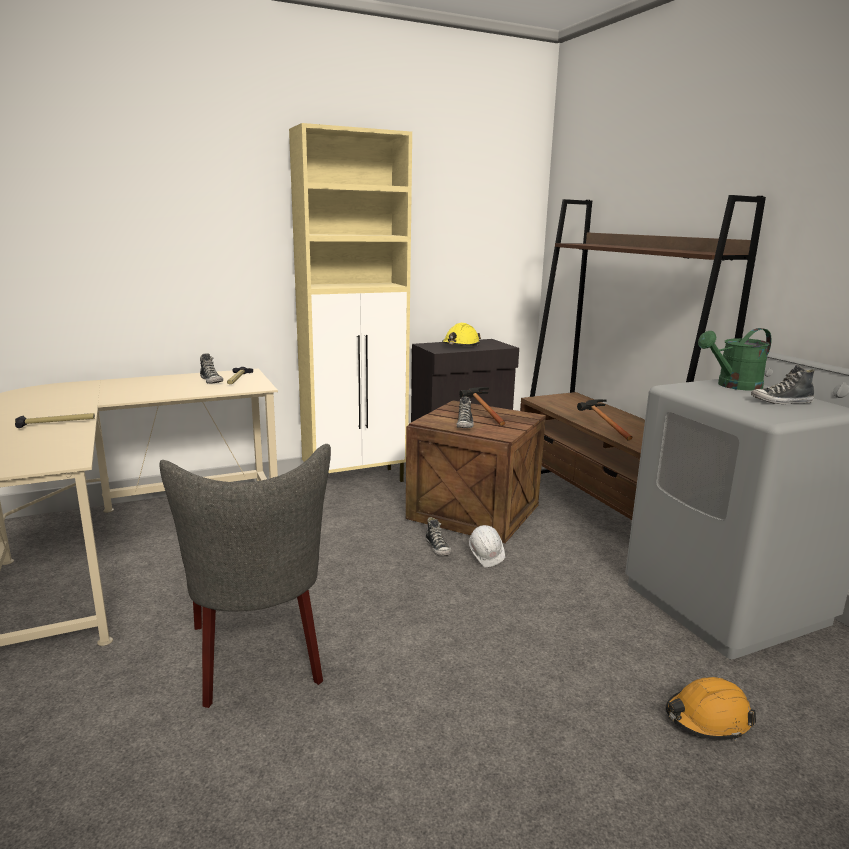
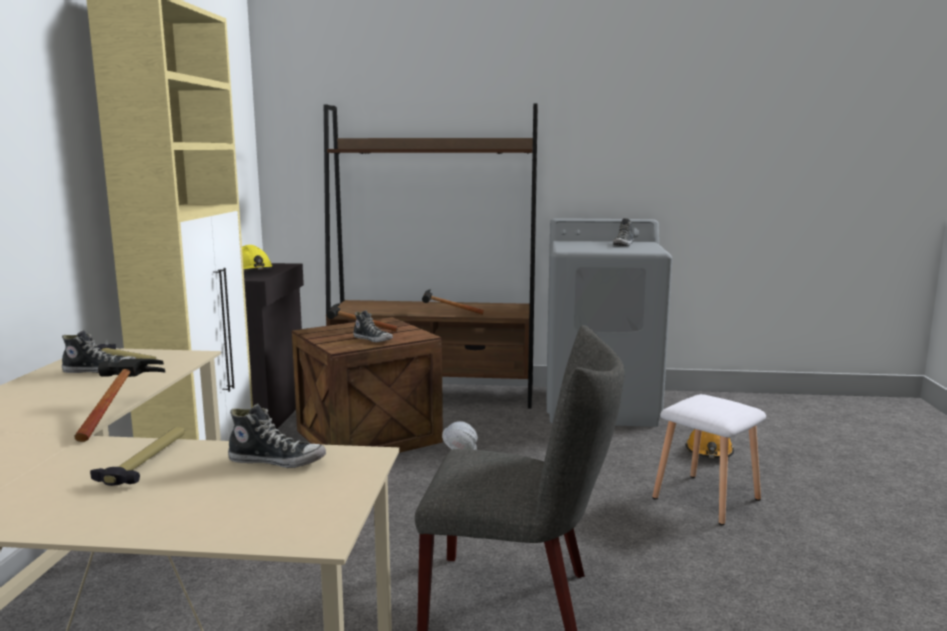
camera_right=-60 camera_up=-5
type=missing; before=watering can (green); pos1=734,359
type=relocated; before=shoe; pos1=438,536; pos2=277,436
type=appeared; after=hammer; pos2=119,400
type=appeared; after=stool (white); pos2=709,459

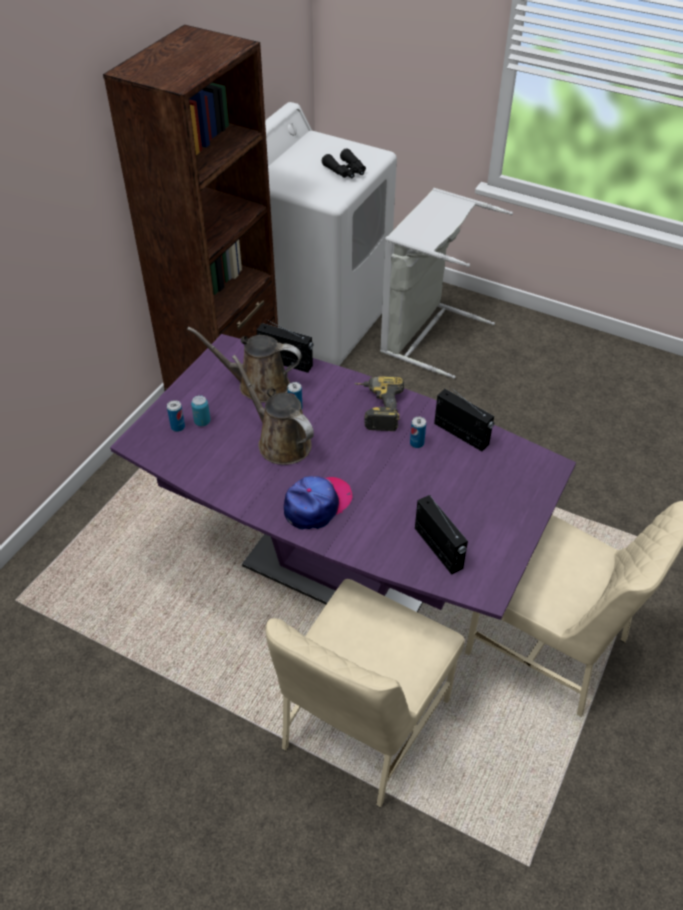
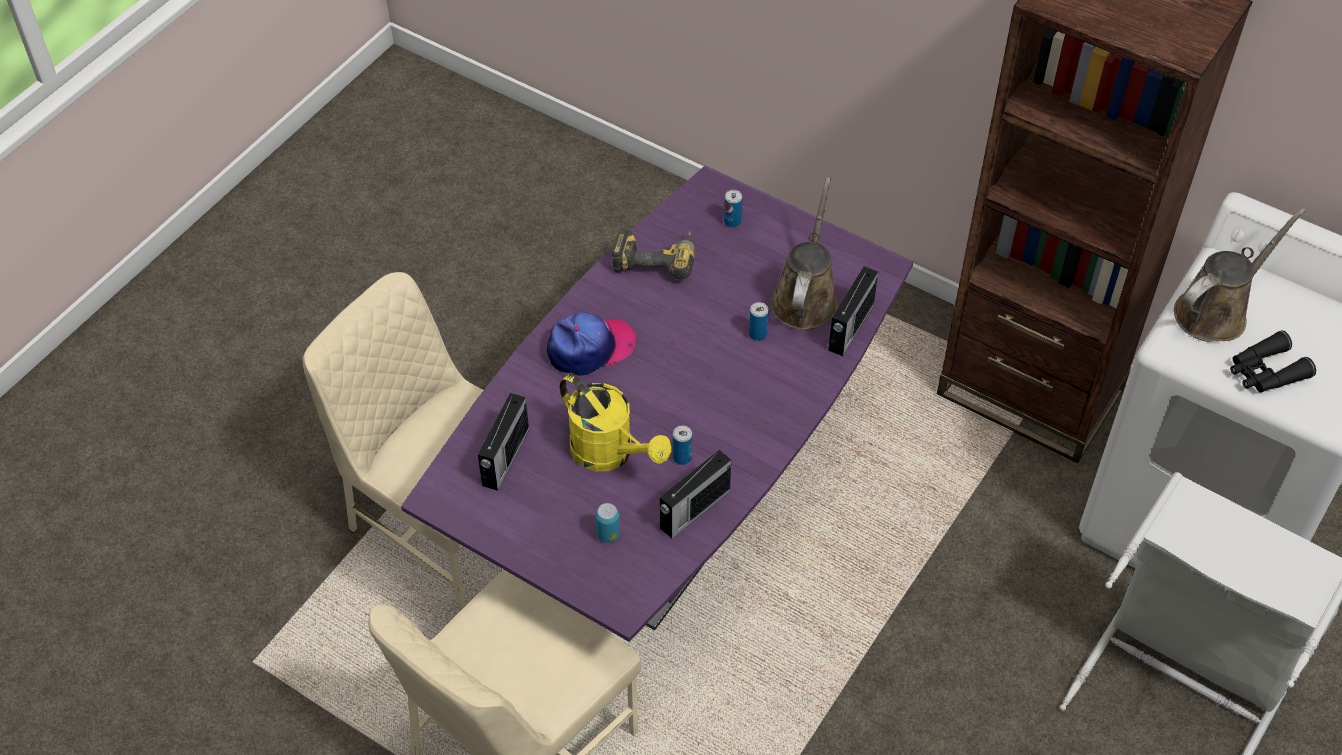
camera_right=95 camera_up=5
type=relocated; before=watering can (brown); pos1=273,410; pos2=1240,275
type=relocated; before=power drill; pos1=379,403; pos2=653,253
type=relocated; before=can; pos1=201,410; pos2=608,523
type=spun; before=cap; pos1=318,502; pos2=591,344; turn=-75
type=spun; before=radio; pos1=441,535; pos2=503,442; turn=-45
type=appeared; after=watering can (yellow); pos2=615,422

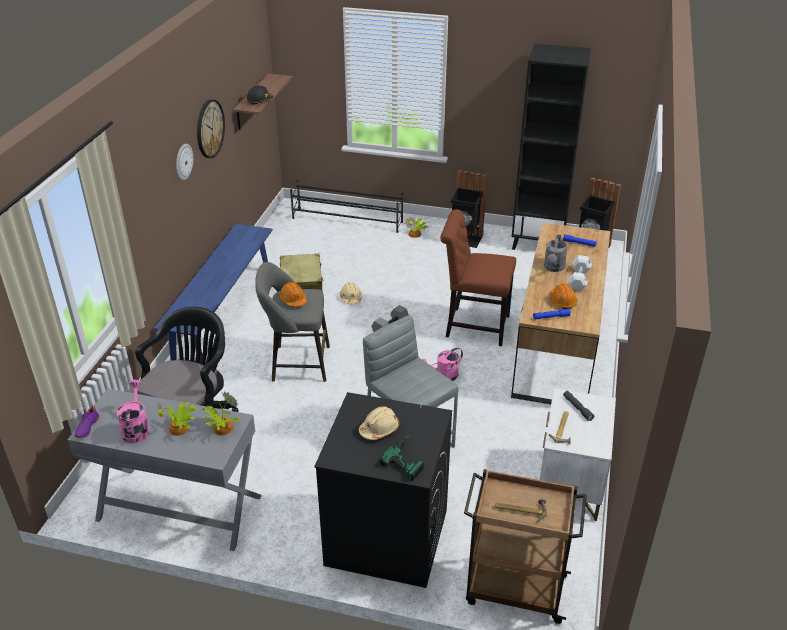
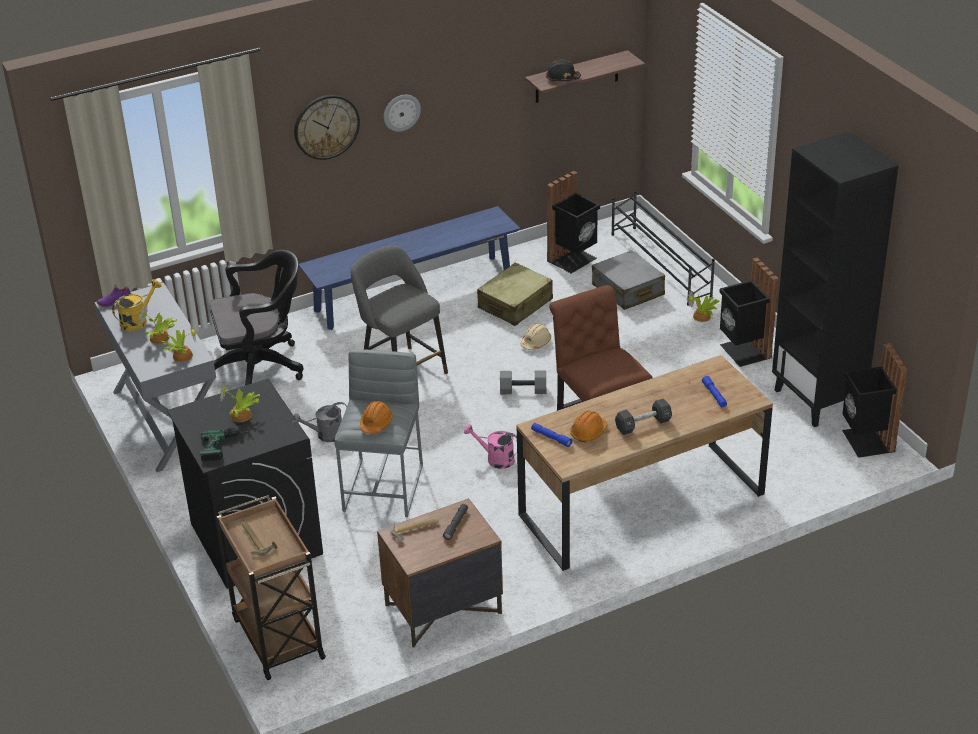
camera_right=50 camera_up=0
type=relocated; before=wall clock; pos1=211,128; pos2=327,127
type=relocated; before=watering can (grey); pos1=555,253; pos2=320,422
type=colour; before=dumbbell (white); after=dumbbell (black); pos1=580,273; pos2=643,416
type=relocated; before=hard hat (orange); pos1=293,294; pos2=376,417
type=colour; before=watering can (pink); after=watering can (yellow); pos1=133,411; pos2=137,305
type=colour; before=nightstand (white); after=nightstand (brown); pos1=578,454; pos2=440,573
type=exchanged; before=hard hat (beige); after=potted plant; pos1=379,423; pos2=240,401
type=appeared; after=trash can (black); pos2=573,222
type=appeared; after=suitcase (grey); pos2=628,280

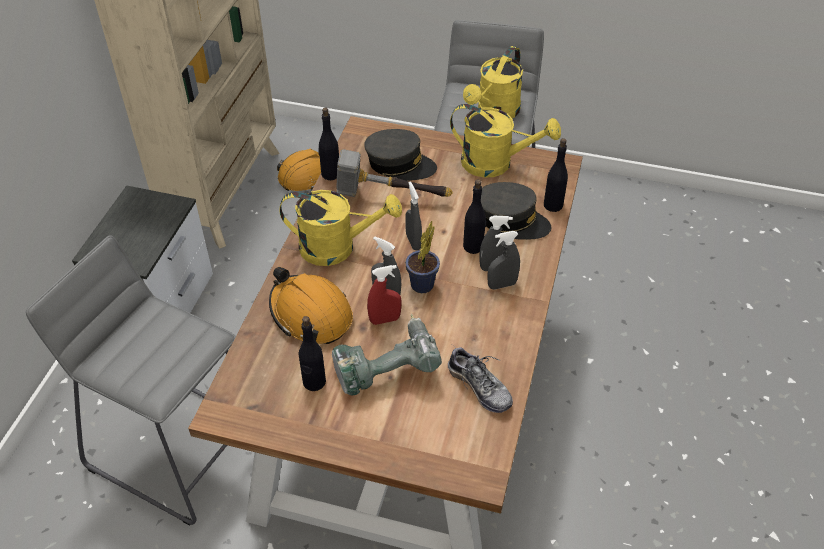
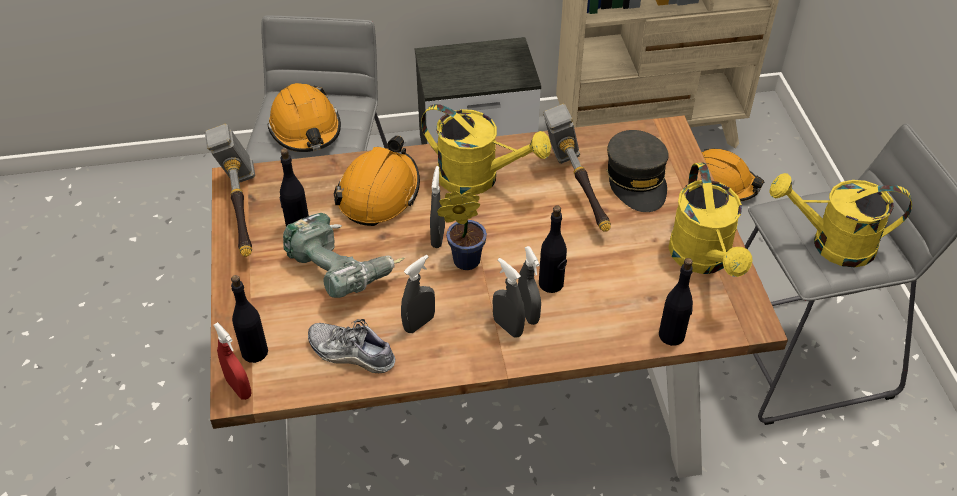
camera_right=65 camera_up=0
type=relocated; before=bottle (black); pos1=328,144; pos2=249,319
type=relocated; before=spray bottle (grey); pos1=413,216; pos2=418,294
type=missing; before=cap (grey); pos1=516,211
type=spun; before=watering can (yellow); pos1=340,228; pos2=486,149; turn=-45
type=relocated; before=spray bottle (red); pos1=384,295; pos2=232,361
type=spun; before=shoe; pos1=480,379; pos2=351,346; turn=90
type=appeared; after=hard hat (orange); pos2=304,117
type=appeared; after=hammer; pos2=230,190

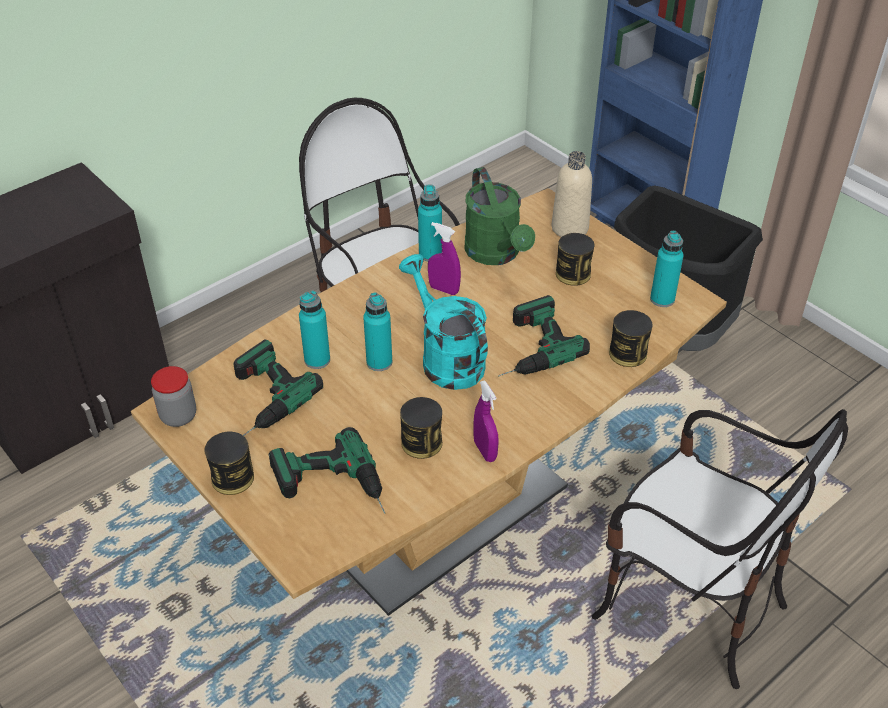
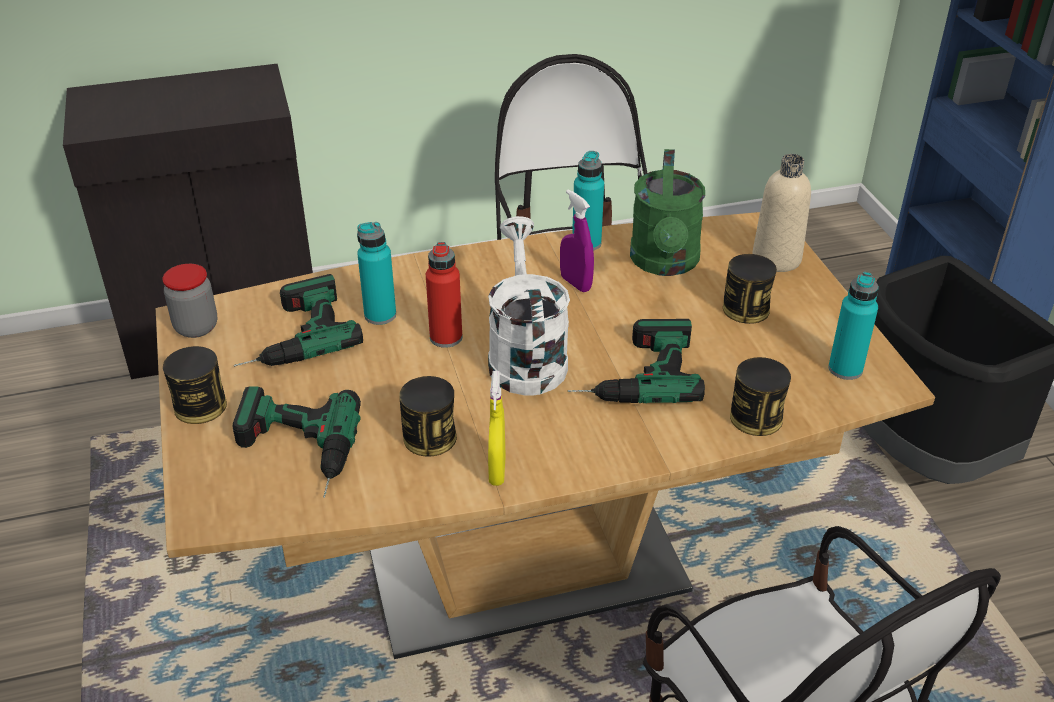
camera_right=25 camera_up=-5
type=colour; before=watering can (turquoise); after=watering can (white); pos1=443,322; pos2=529,306
type=colour; before=bottle (turquoise); after=bottle (red); pos1=377,331; pos2=444,295
type=colour; before=spray bottle (purple); after=spray bottle (yellow); pos1=486,421; pos2=497,428

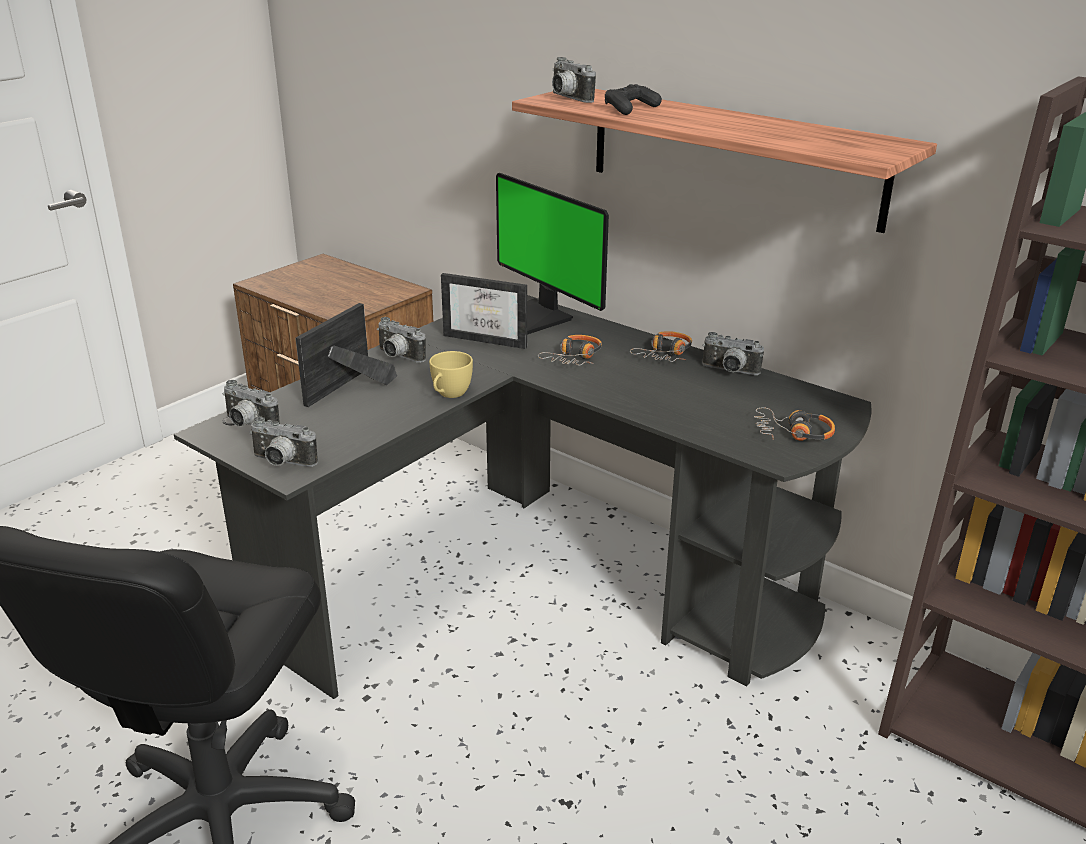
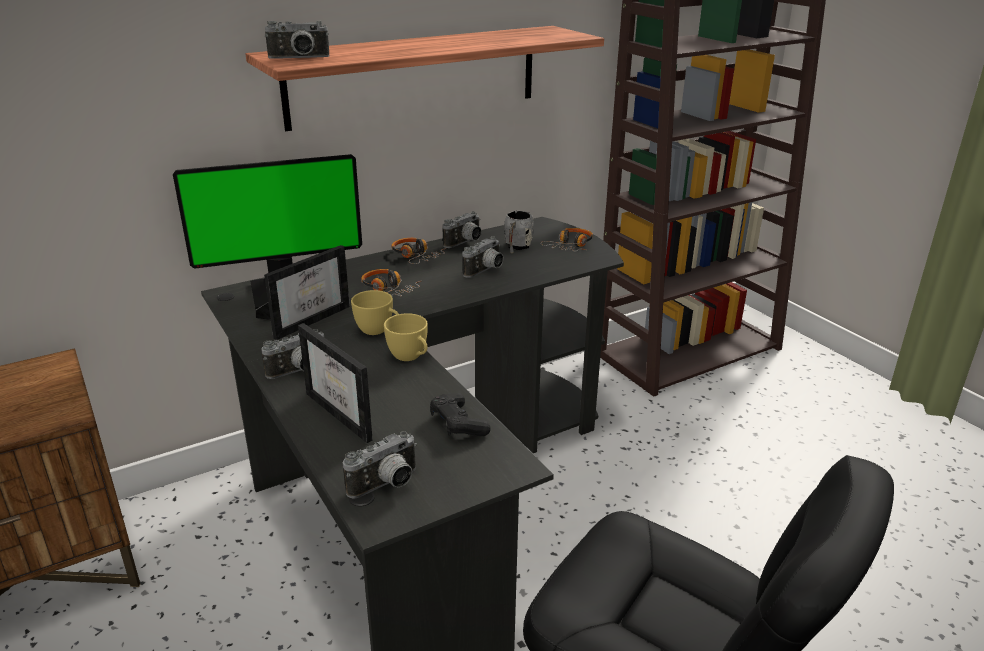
camera_right=-70 camera_up=0
type=relocated; before=game controller (black); pos1=633,99; pos2=460,414
type=relocated; before=photo camera; pos1=283,442; pos2=483,257
type=appeared; after=mug (grey); pos2=519,232
type=appeared; after=cup (yellow); pos2=375,312

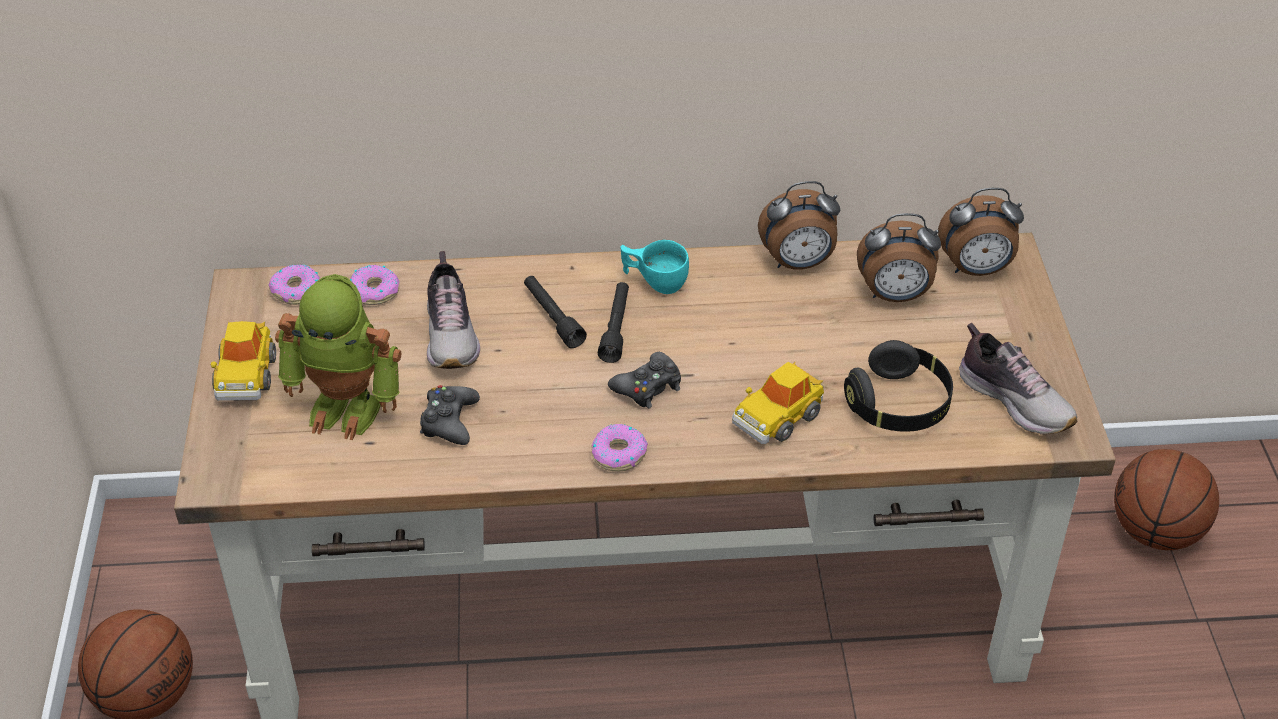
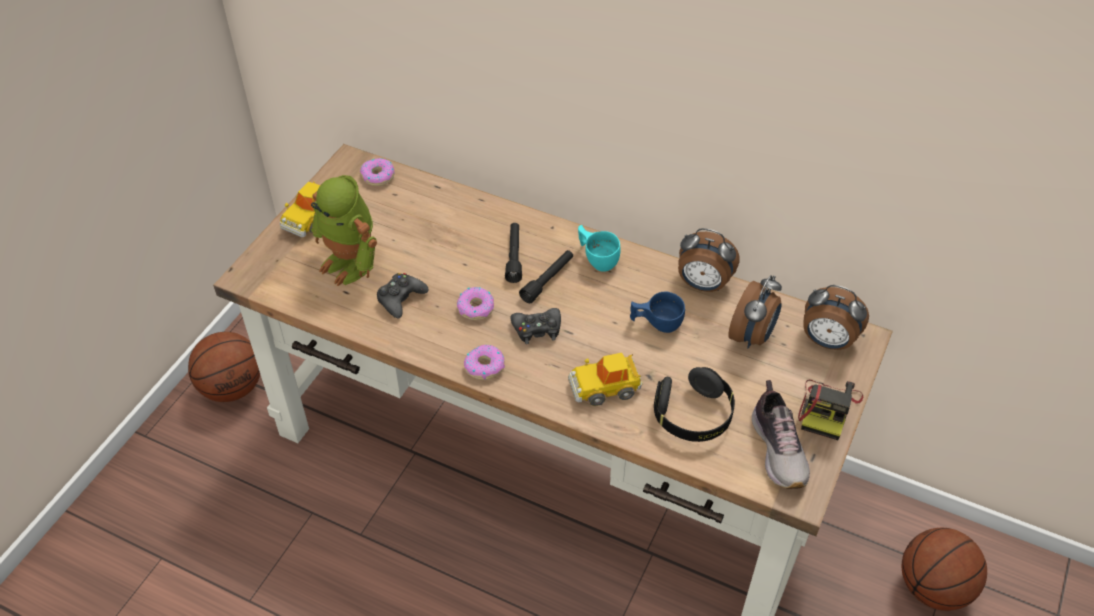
camera_right=30 camera_up=5
type=spun; before=alarm clock; pos1=899,257; pos2=755,312; turn=-90
type=missing; before=shoe; pos1=453,310
type=relocated; before=donut; pos1=375,285; pos2=475,303
type=appeared; after=cup (blue); pos2=657,312
type=appeared; after=photo camera; pos2=830,410

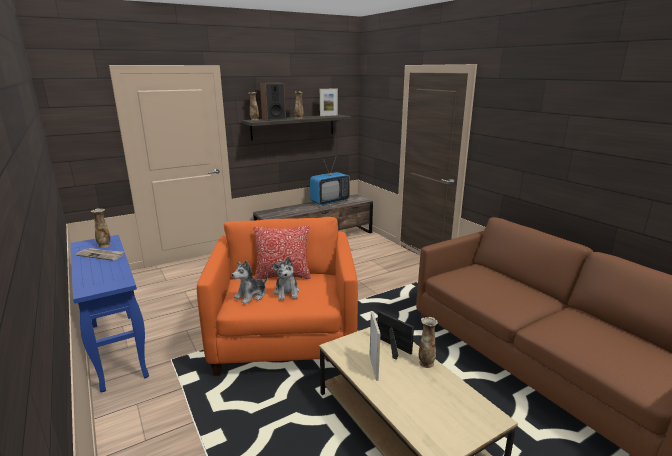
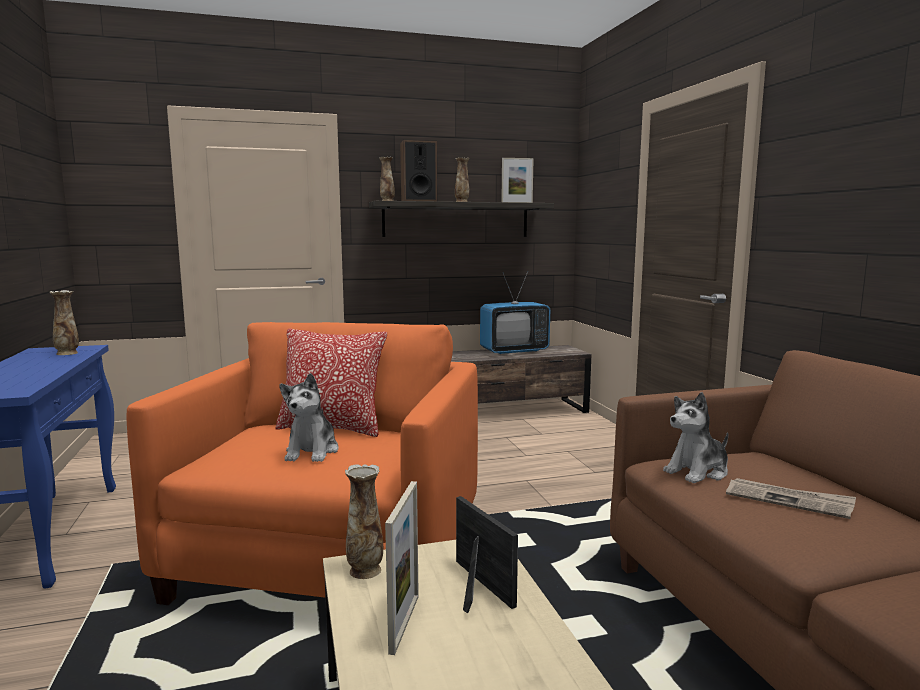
camera_right=15 camera_up=-10
type=relocated; before=newspaper; pos1=100,254; pos2=791,498
type=relocated; before=plush toy; pos1=250,282; pos2=695,437
type=relocated; before=vase; pos1=428,342; pos2=364,521

